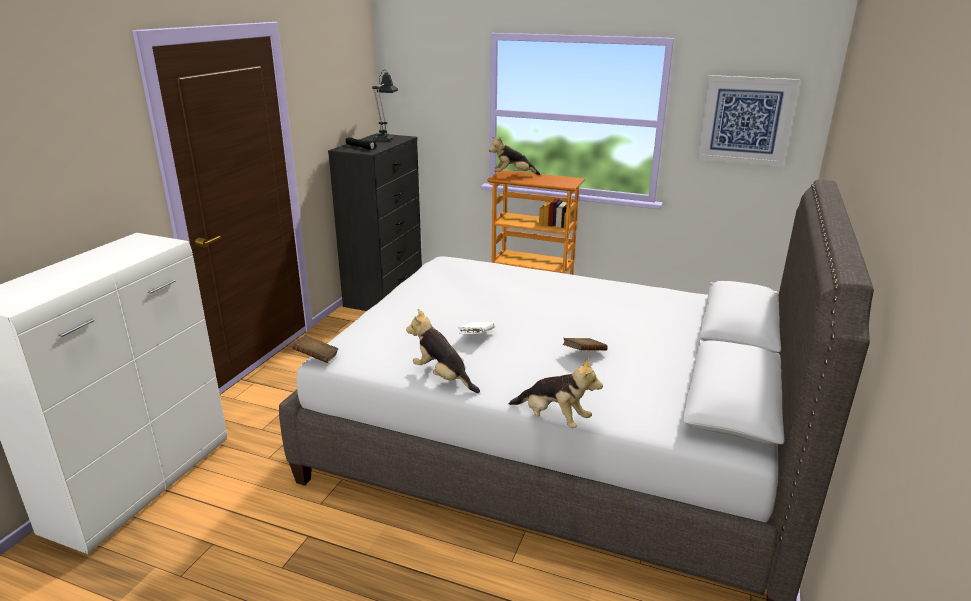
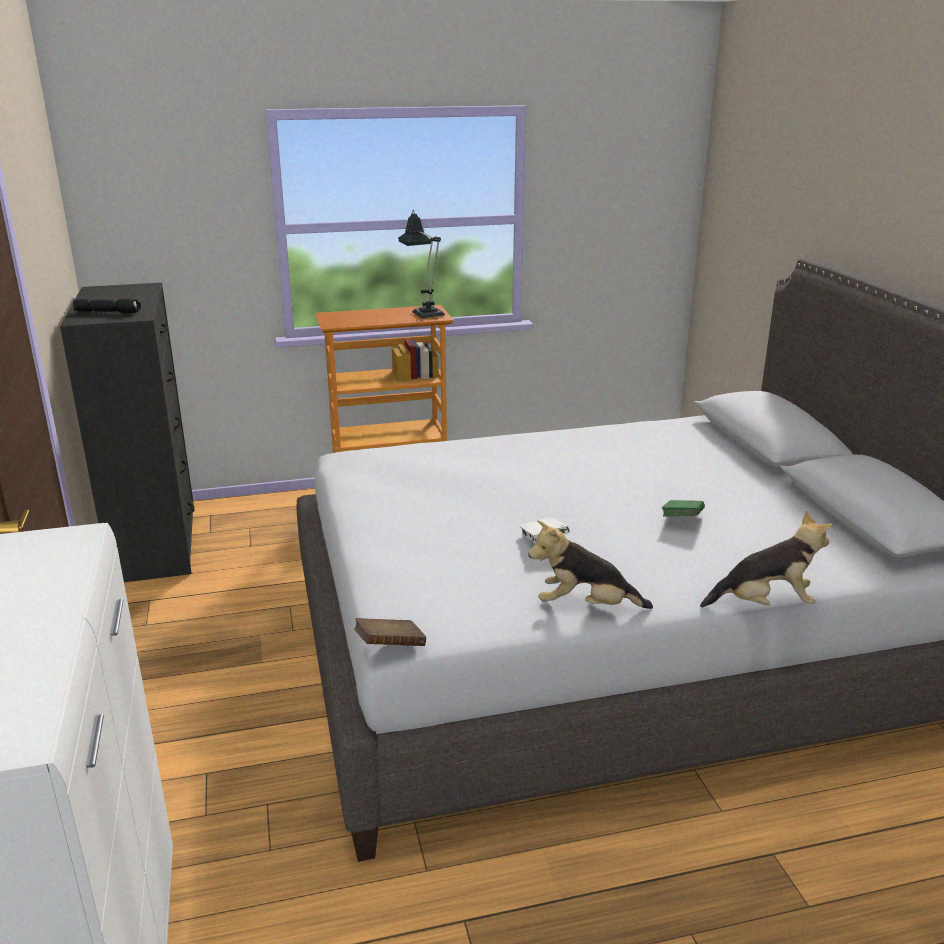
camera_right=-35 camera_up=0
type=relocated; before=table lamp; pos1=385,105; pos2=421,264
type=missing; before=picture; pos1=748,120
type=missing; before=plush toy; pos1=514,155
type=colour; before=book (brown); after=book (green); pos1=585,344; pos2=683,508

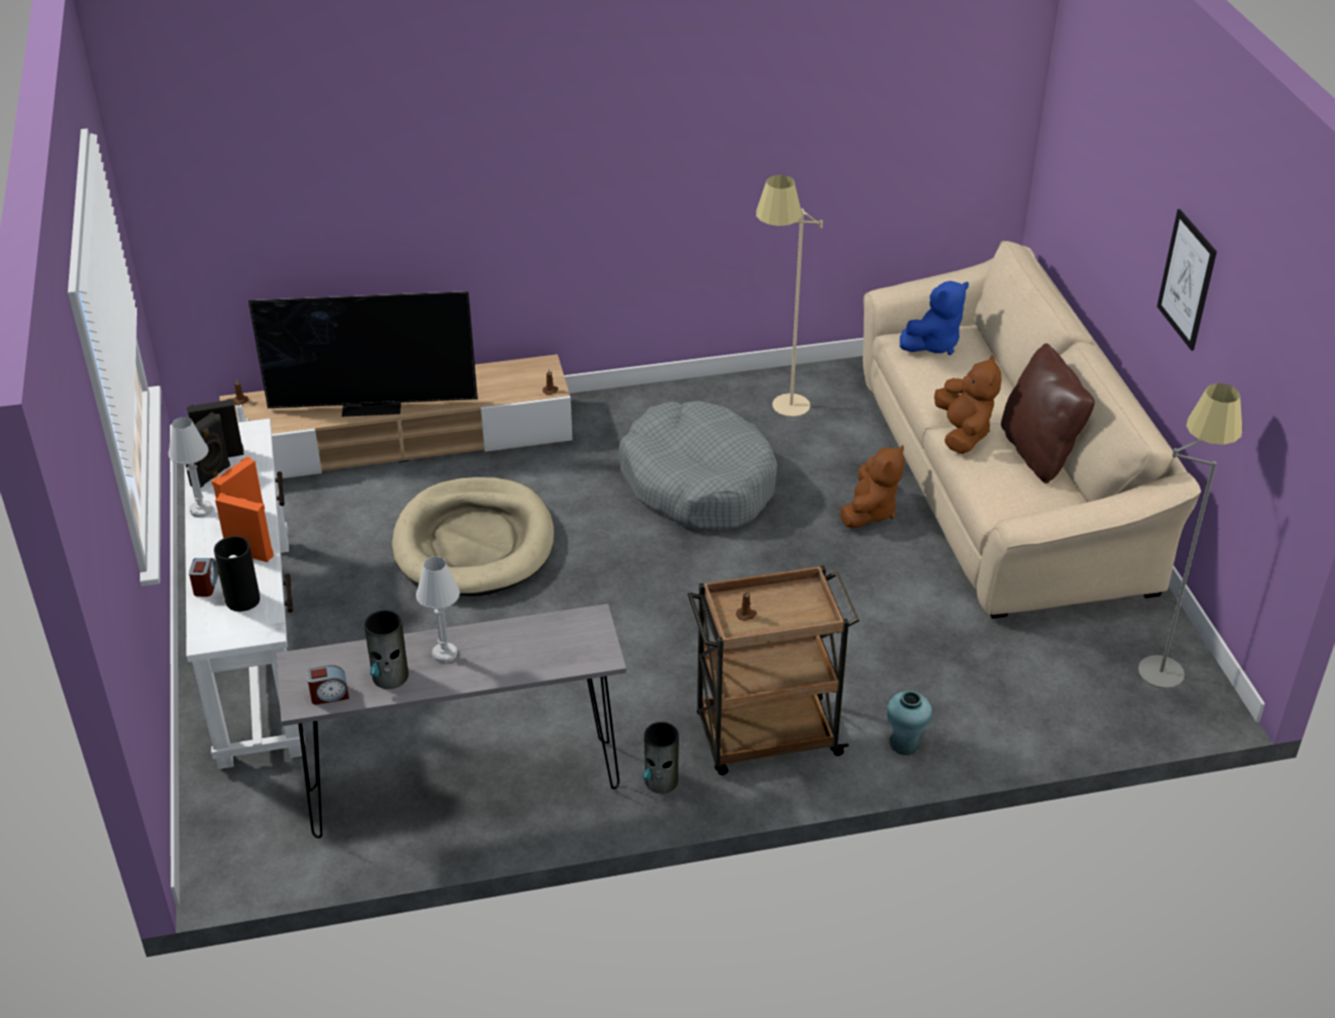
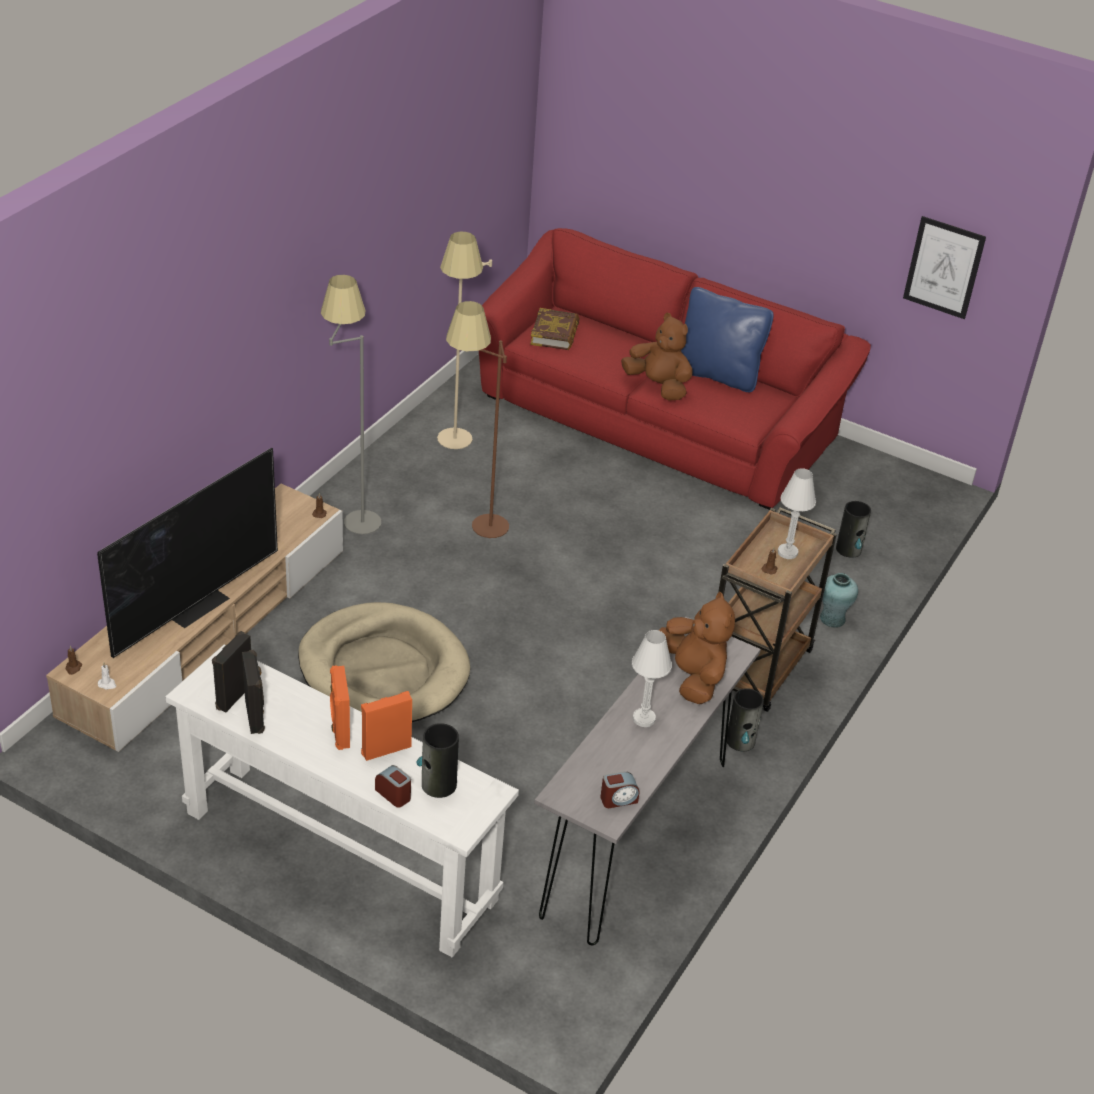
camera_right=-50 camera_up=0
type=relocated; before=picture; pos1=1187,280; pos2=944,267
type=colour; before=sofa (beige); after=sofa (red); pos1=1032,429; pos2=675,369
type=exchanged; before=plush toy (blue); after=book; pos1=934,318; pos2=555,329
type=colour; before=pillow (brown); after=pillow (blue); pos1=1048,413; pos2=727,339
type=relocated; before=floor lamp (grey); pos1=1190,535; pos2=351,404
type=exchanged; before=dog bed (grey); after=floor lamp (brown); pos1=698,466; pos2=477,419
type=relocated; before=table lamp (white); pos1=190,467; pos2=797,513
type=relocated; before=plush toy (brown); pos1=872,486; pos2=696,647
type=relocated; before=vase; pos1=386,649; pos2=853,529
type=spun; before=alarm clock; pos1=328,685; pos2=619,789; turn=45

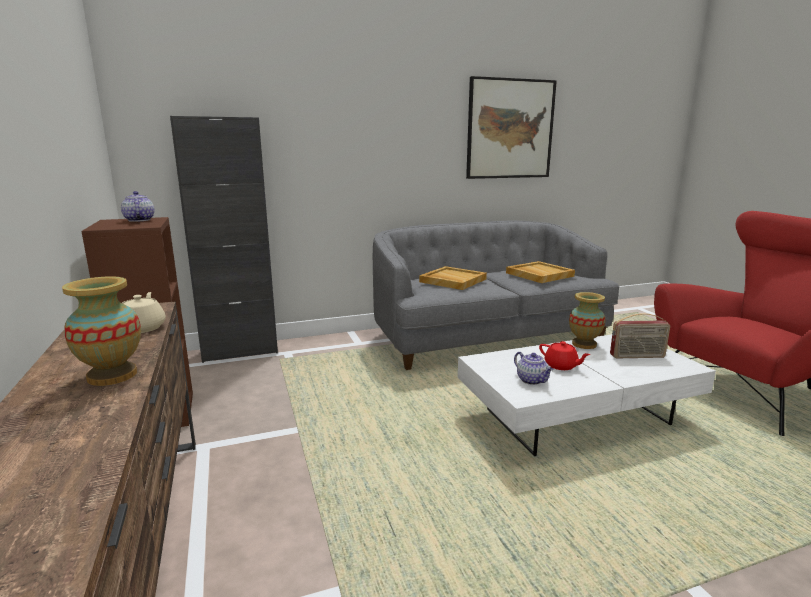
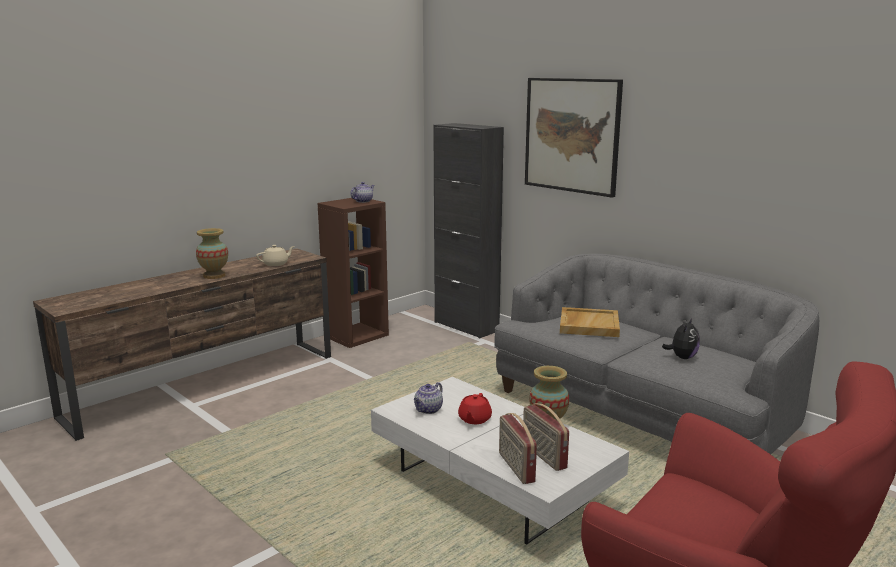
camera_right=65 camera_up=0
type=relocated; before=picture; pos1=511,127; pos2=574,137
type=exchanged; before=tray (beige); after=plush toy; pos1=540,272; pos2=681,338
type=appeared; after=radio; pos2=518,448

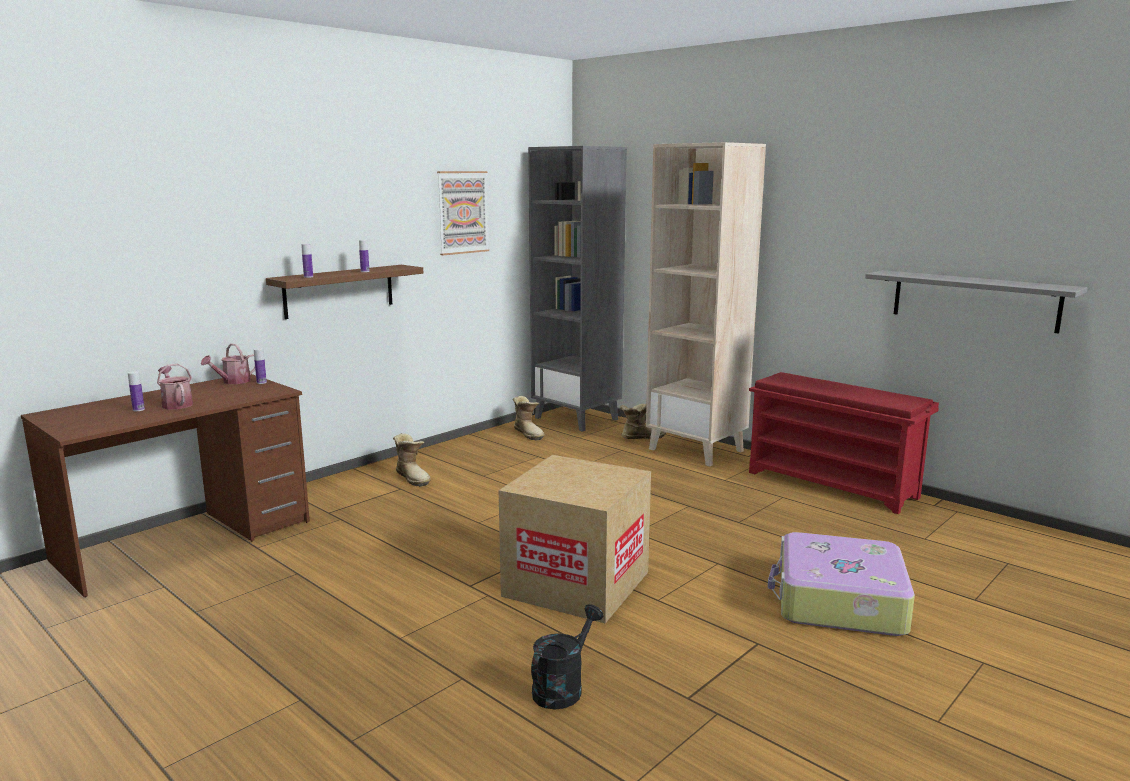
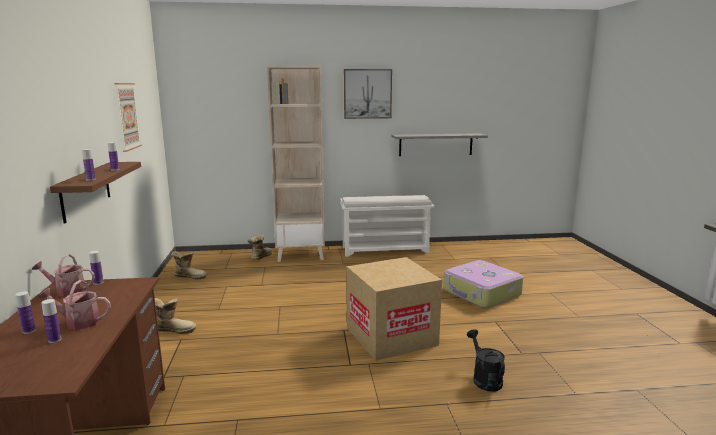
camera_right=-50 camera_up=0
type=missing; before=bookcase (grey); pos1=577,289
type=spun; before=watering can; pos1=227,363; pos2=63,275; turn=105
type=colour; before=shoe rack (red); after=shoe rack (white); pos1=844,443; pos2=387,226
type=appeared; after=picture; pos2=368,94
type=appeared; after=bottle; pos2=25,312

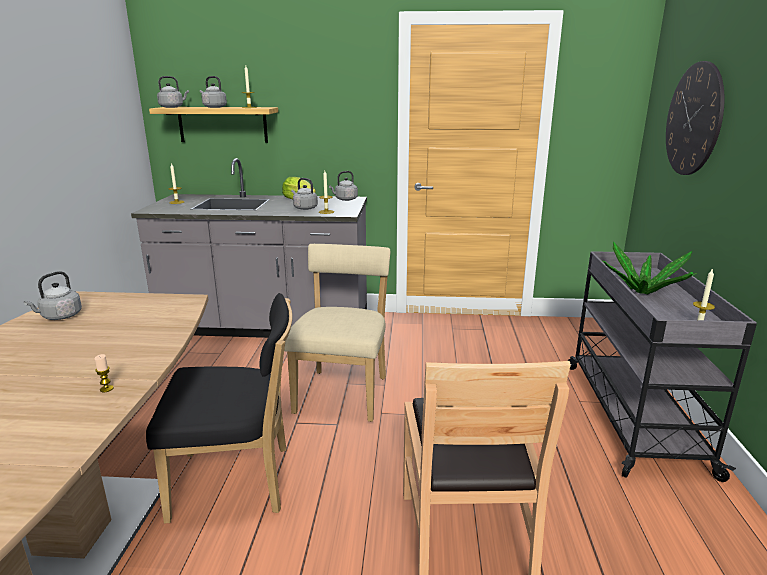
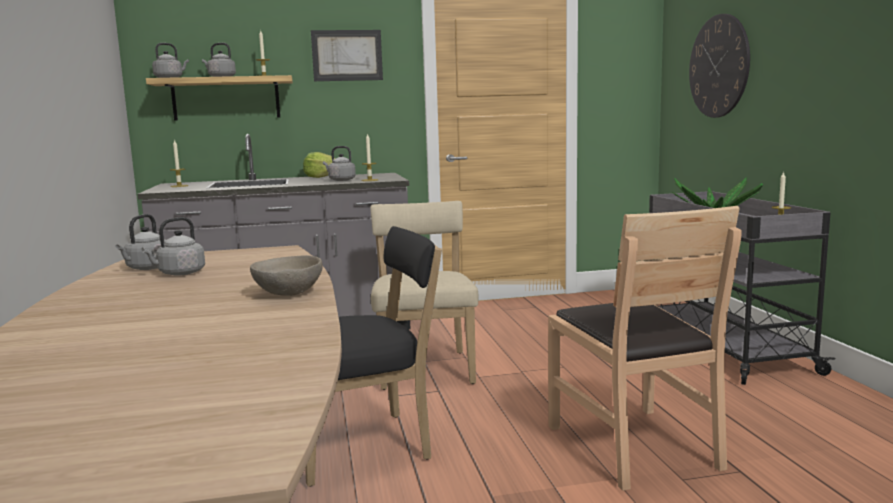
camera_right=-15 camera_up=-10
type=relocated; before=kettle (grey); pos1=343,186; pos2=173,246
type=exchanged; before=candle; after=bowl (beige); pos1=103,373; pos2=286,275
type=appeared; after=picture; pos2=347,55

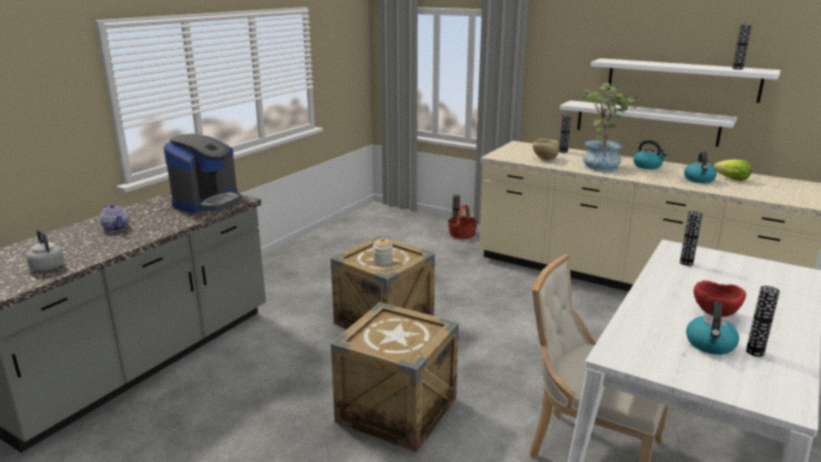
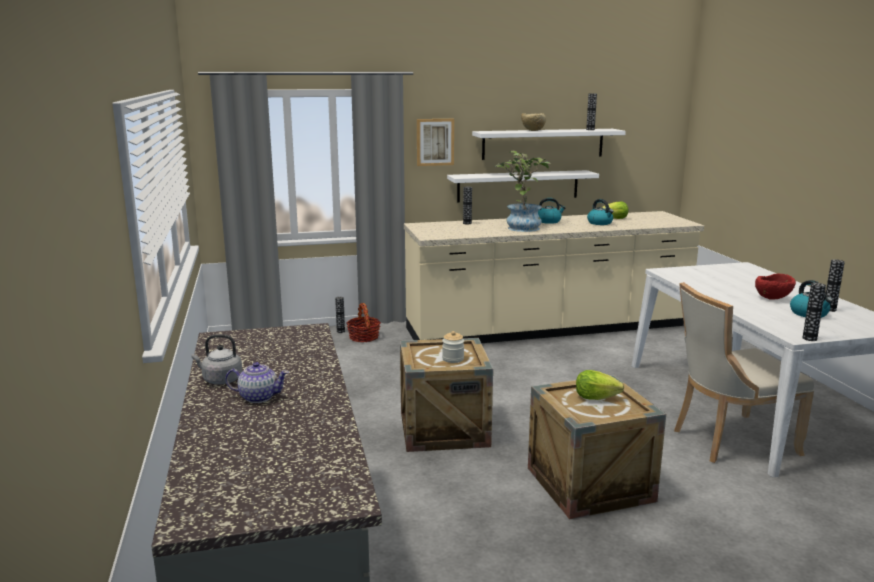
camera_right=-45 camera_up=-5
type=missing; before=coffee machine; pos1=202,173
type=relocated; before=bowl (beige); pos1=546,149; pos2=533,122
type=relocated; before=vase; pos1=691,238; pos2=814,312
type=relocated; before=kettle (grey); pos1=45,250; pos2=217,359
type=appeared; after=picture; pos2=435,142
type=appeared; after=lettuce; pos2=600,385

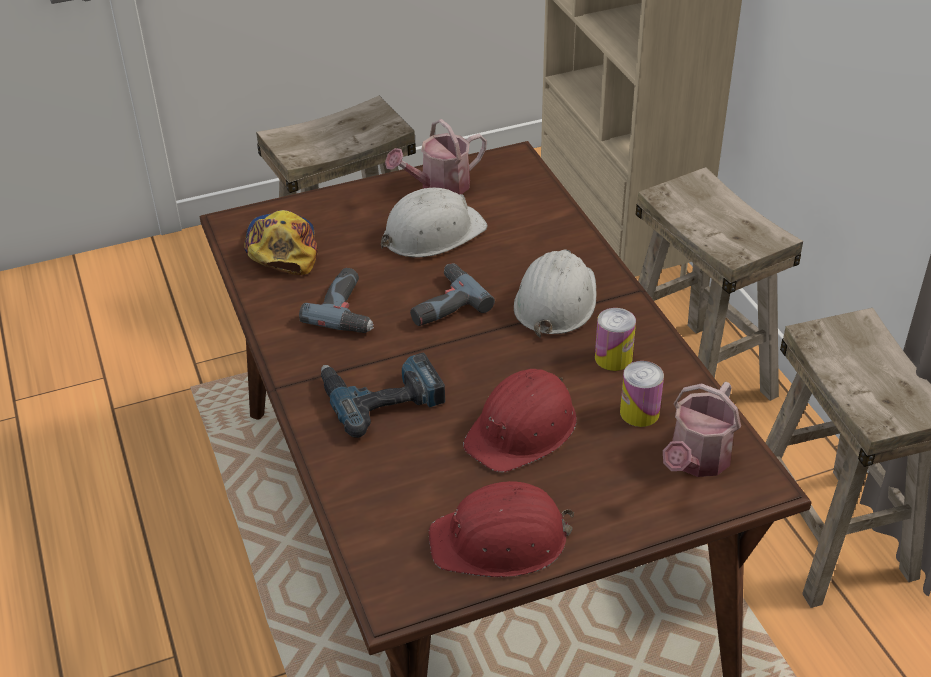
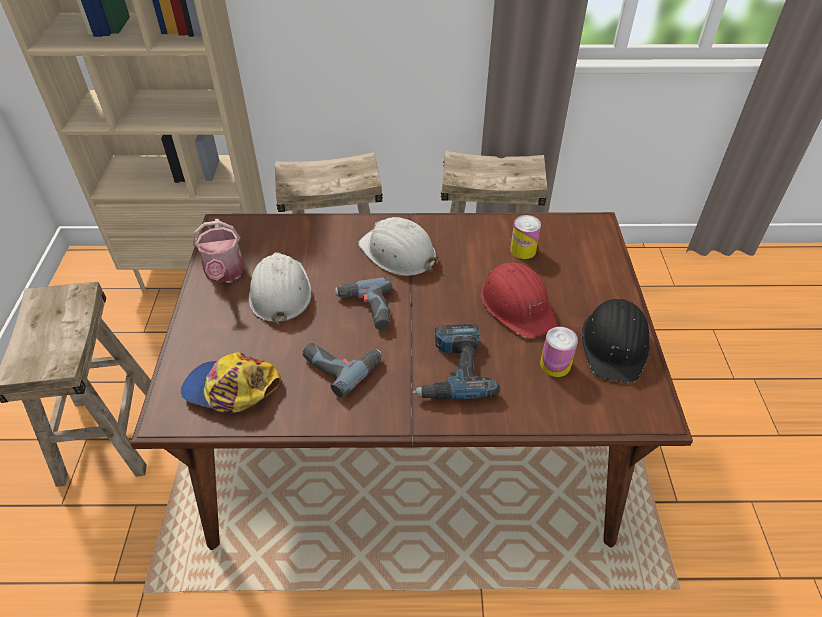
camera_right=-70 camera_up=5
type=relocated; before=can; pos1=615,339; pos2=559,352
type=missing; before=watering can; pos1=702,429
type=colour; before=hard hat (red); after=hard hat (black); pos1=501,529; pos2=616,341

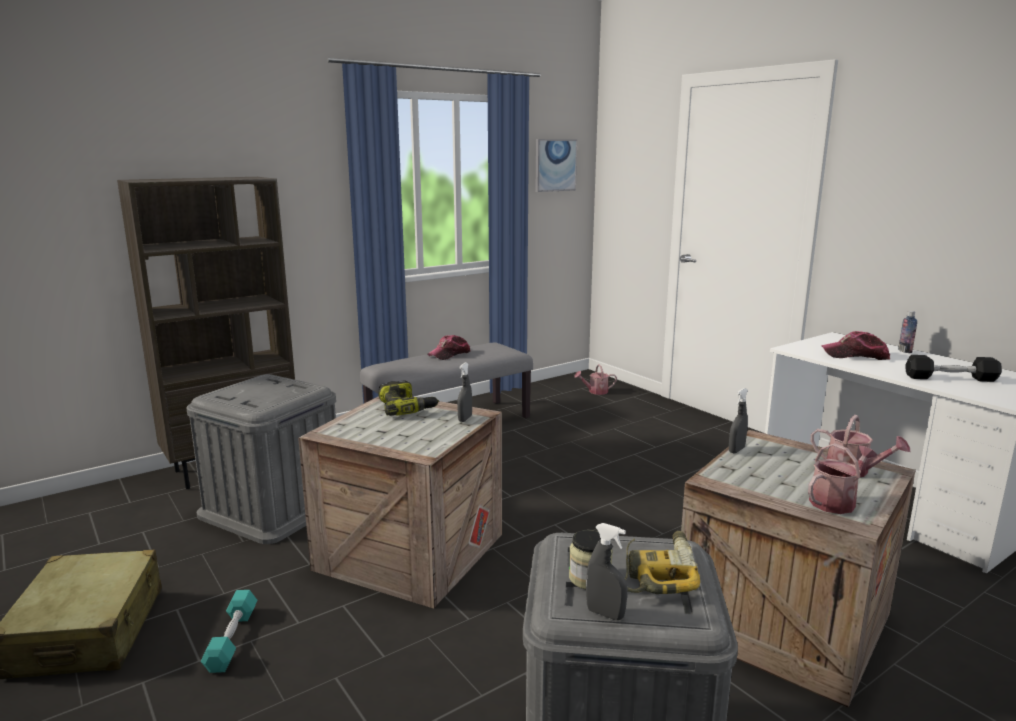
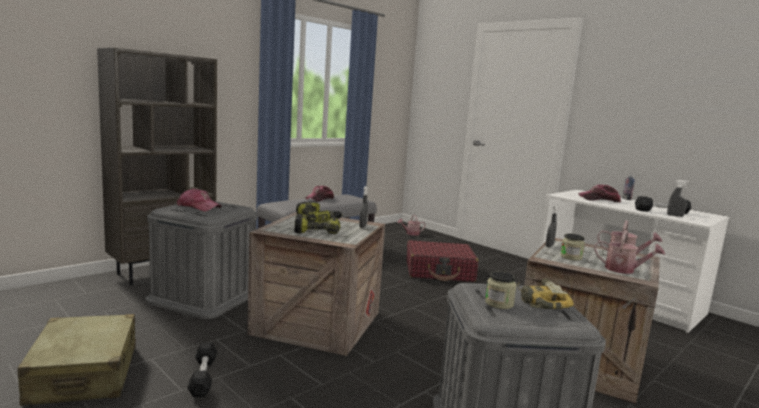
camera_right=-10 camera_up=-5
type=missing; before=picture; pos1=556,165
type=spun; before=watering can; pos1=842,478; pos2=629,252; turn=75
type=relocated; before=spray bottle (grey); pos1=607,571; pos2=678,198
type=colour; before=dumbbell (turquoise); after=dumbbell (black); pos1=229,631; pos2=202,369
type=appeared; after=cap; pos2=199,199
type=appeared; after=power drill; pos2=317,224
type=appeared; after=jar; pos2=572,247
type=appeared; after=suitcase (red); pos2=442,261

